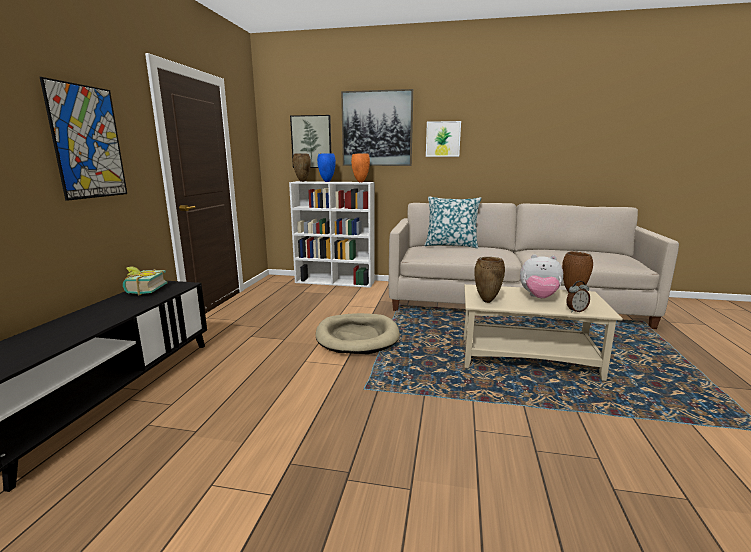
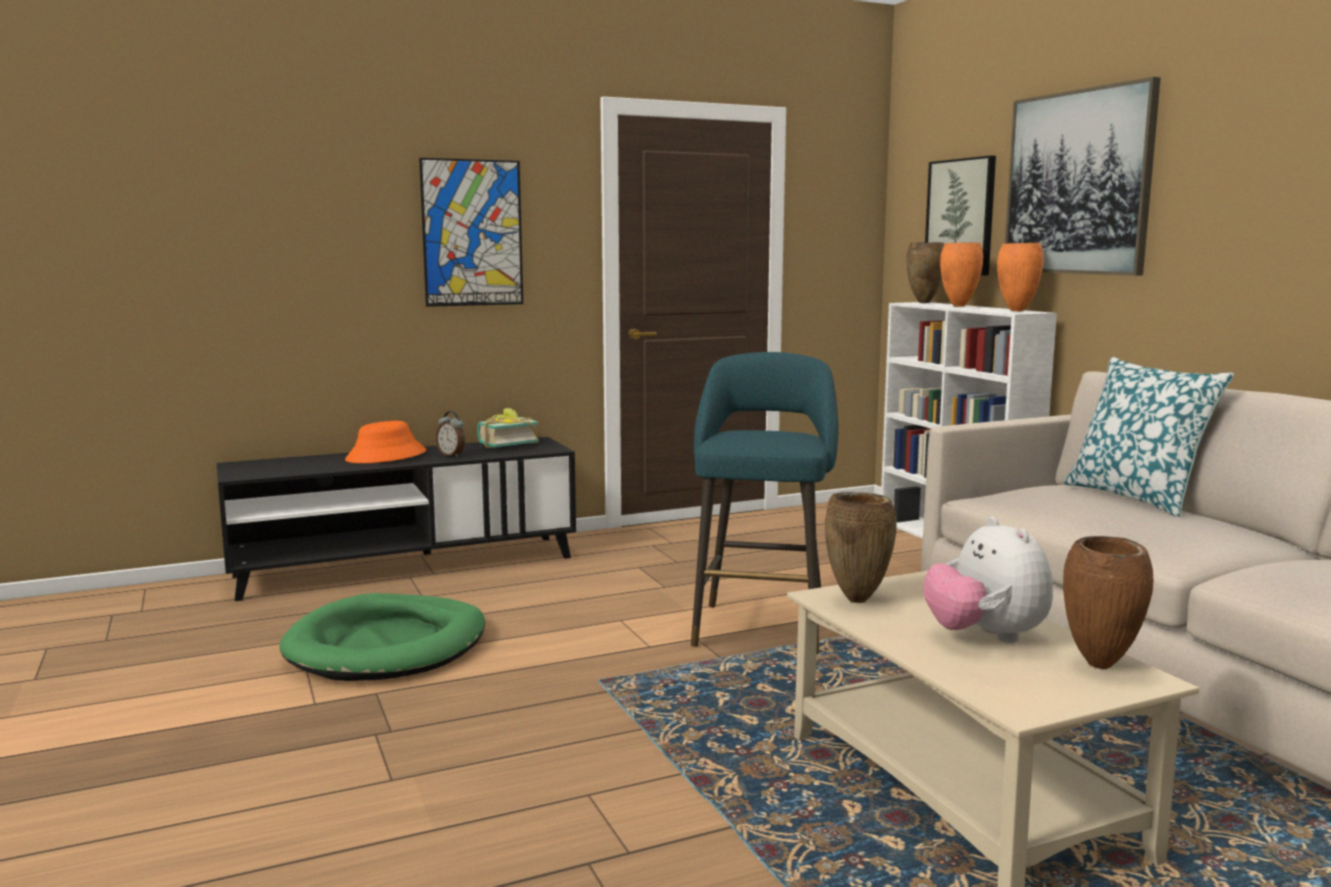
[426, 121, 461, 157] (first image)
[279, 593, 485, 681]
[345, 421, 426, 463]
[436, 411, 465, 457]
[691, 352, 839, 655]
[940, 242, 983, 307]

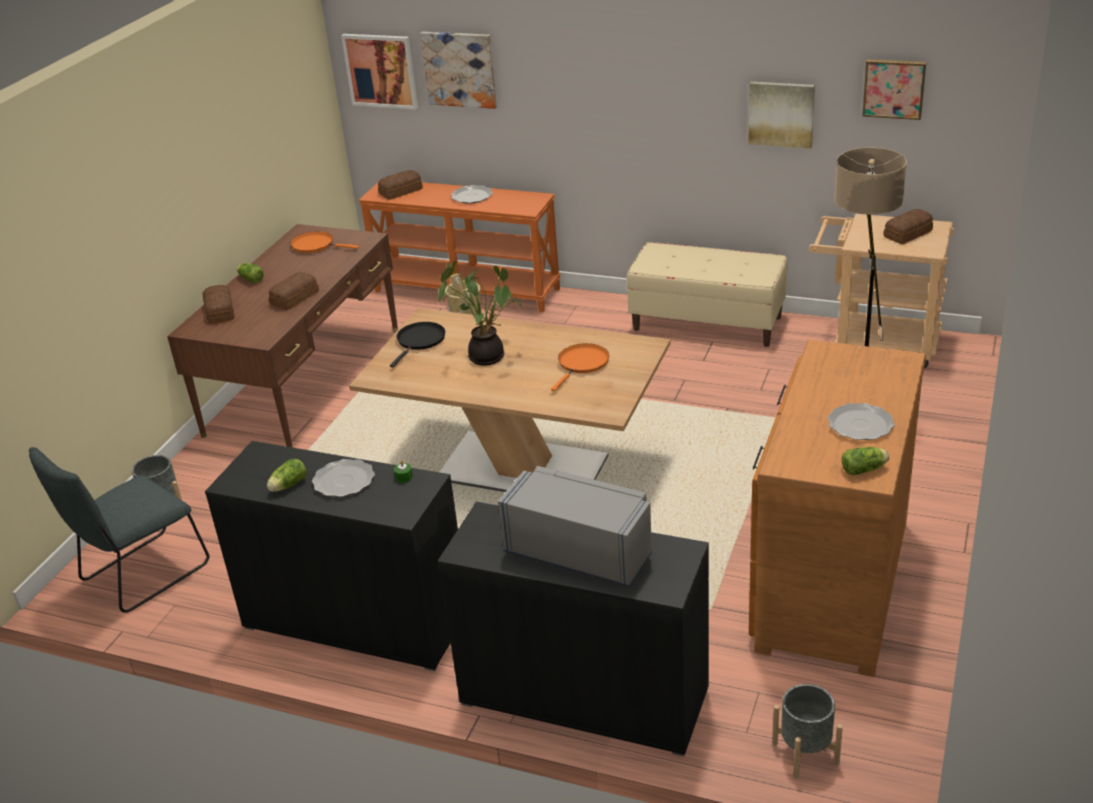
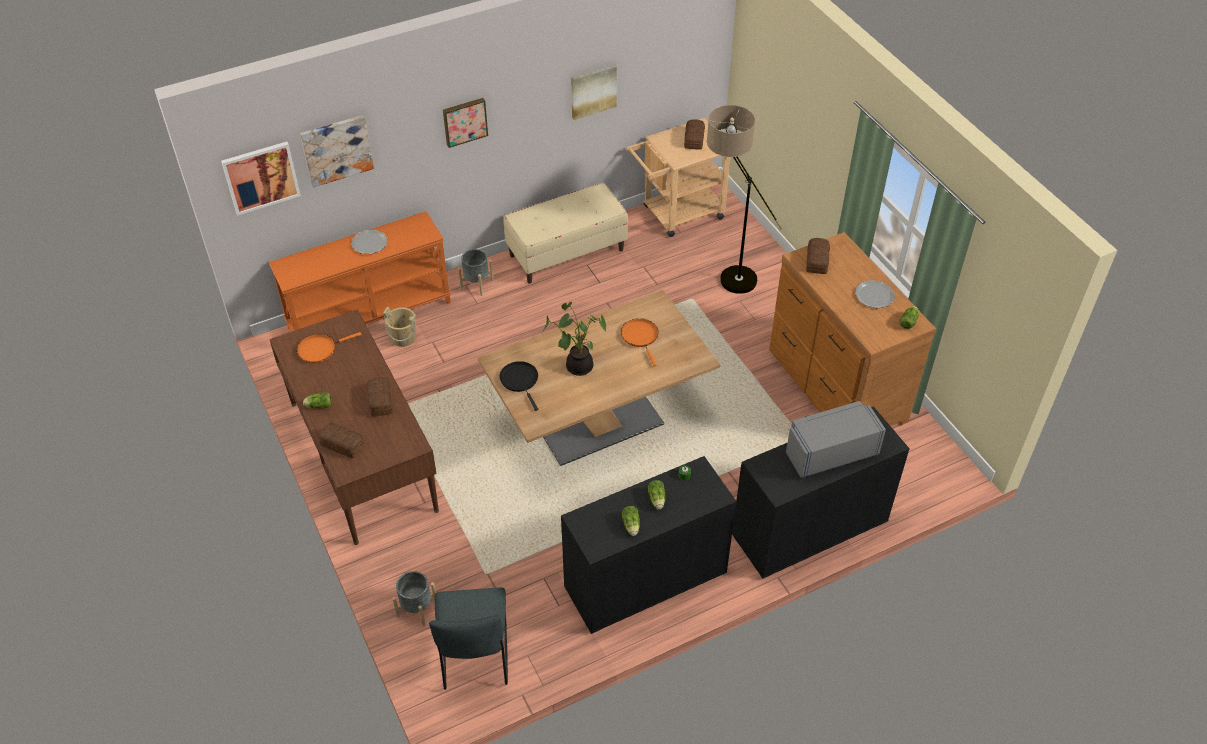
[806, 238, 830, 274]
[458, 249, 494, 296]
[443, 98, 488, 148]
[648, 480, 665, 510]

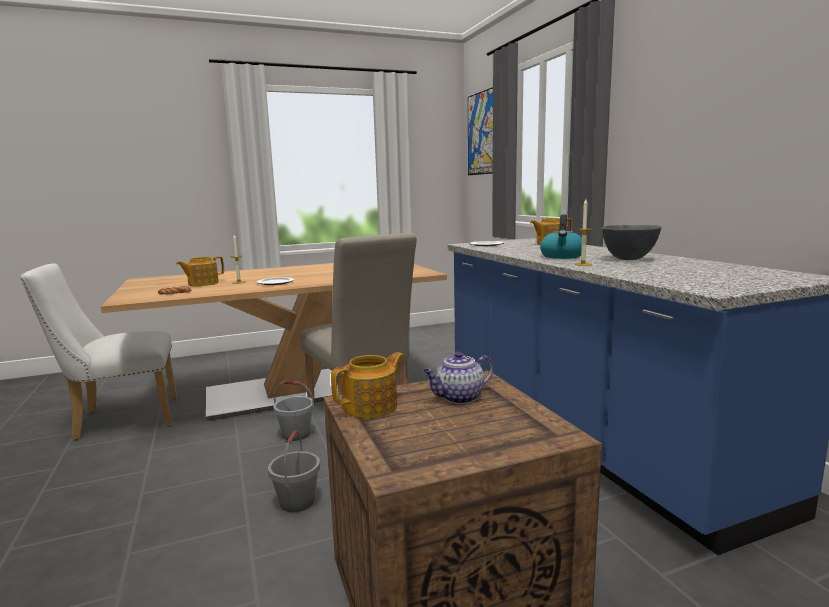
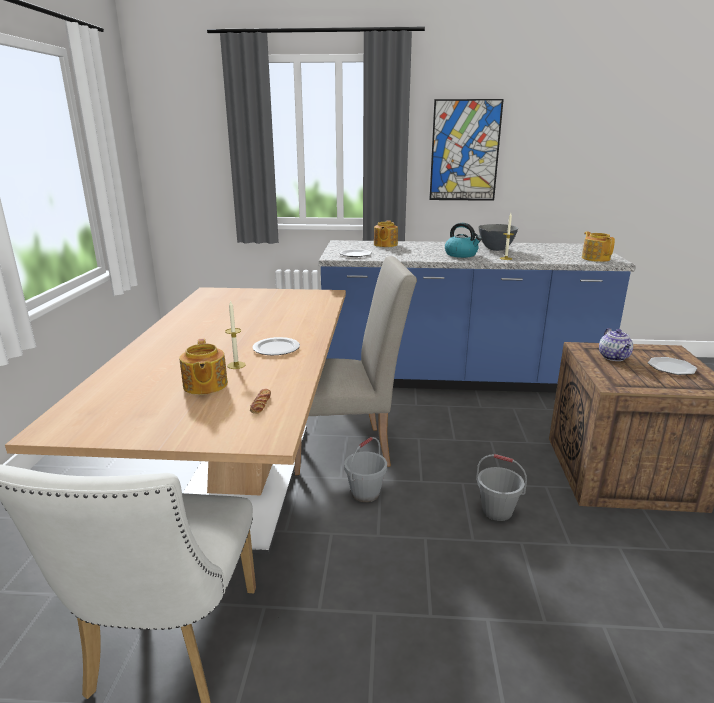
[648, 357, 697, 375]
[582, 232, 615, 262]
[429, 99, 504, 201]

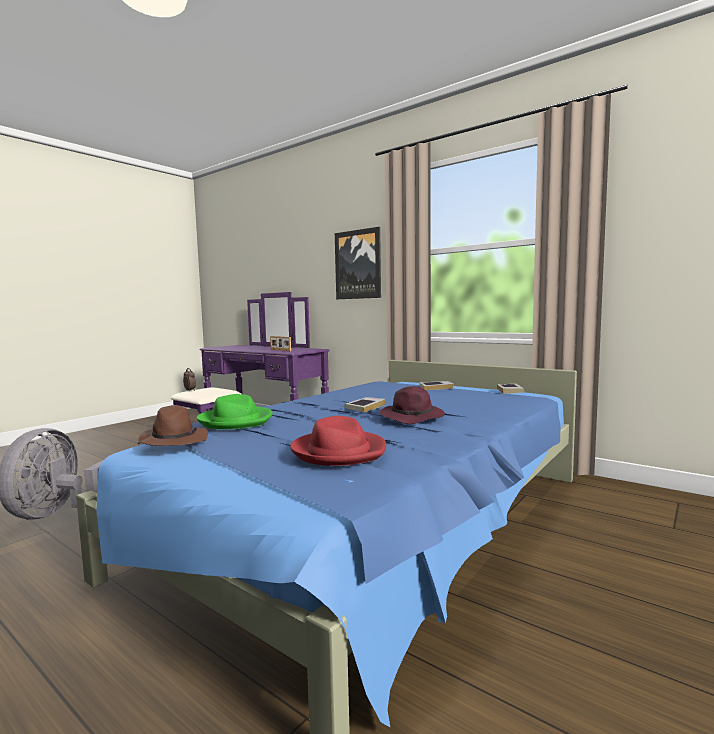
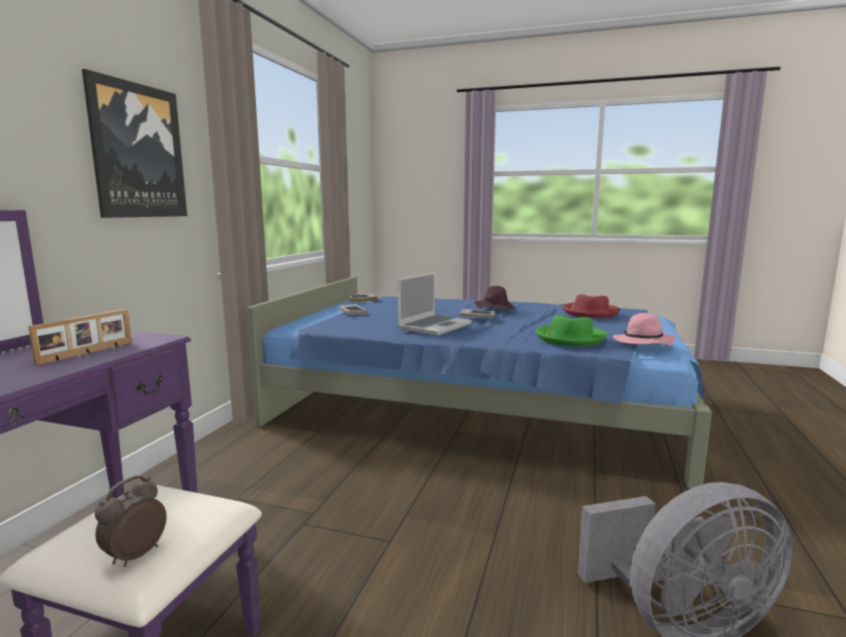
[398, 272, 472, 336]
[613, 313, 676, 346]

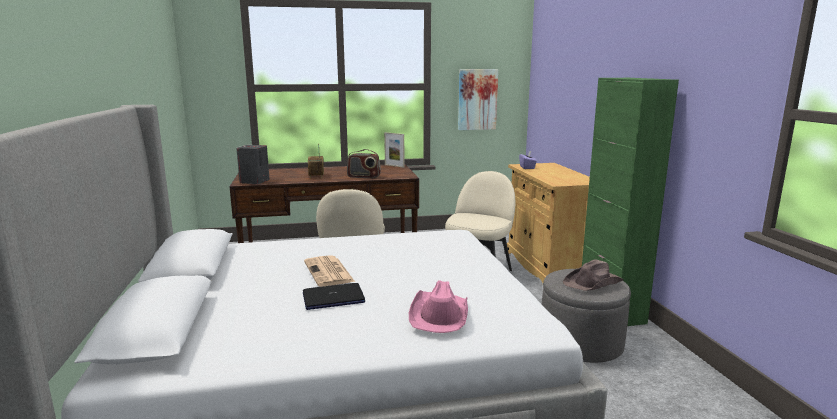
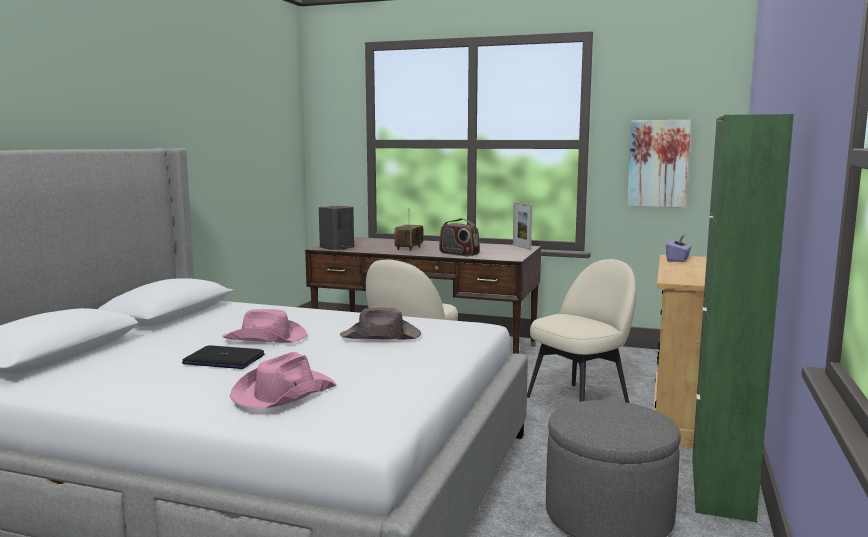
[340, 307, 421, 340]
[222, 309, 307, 343]

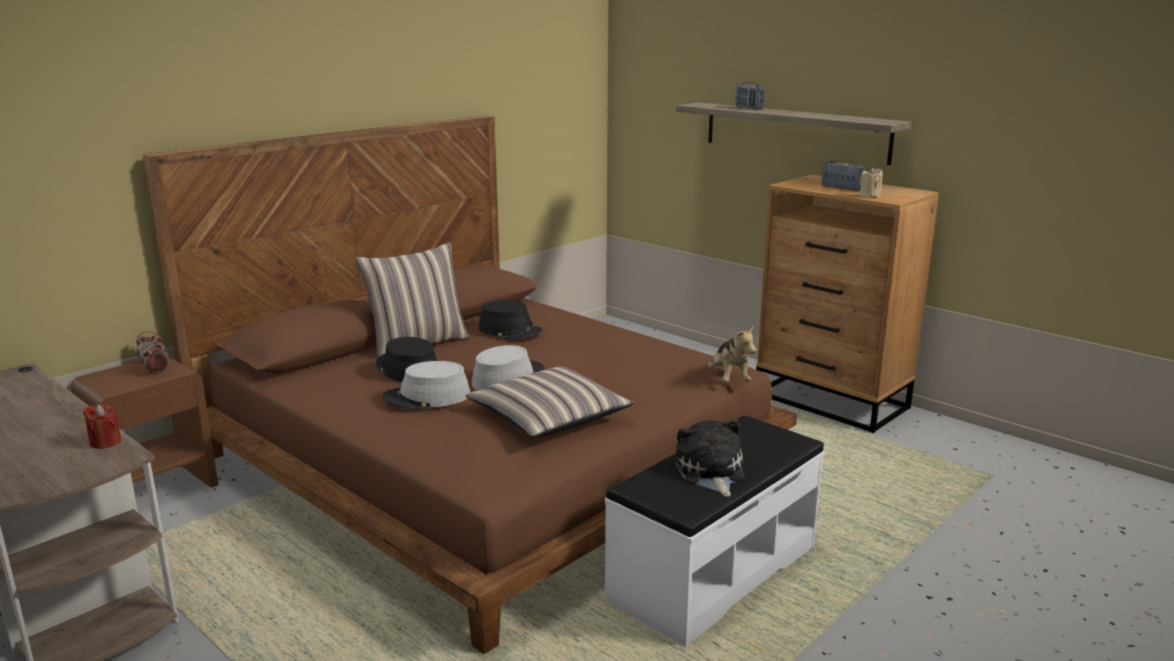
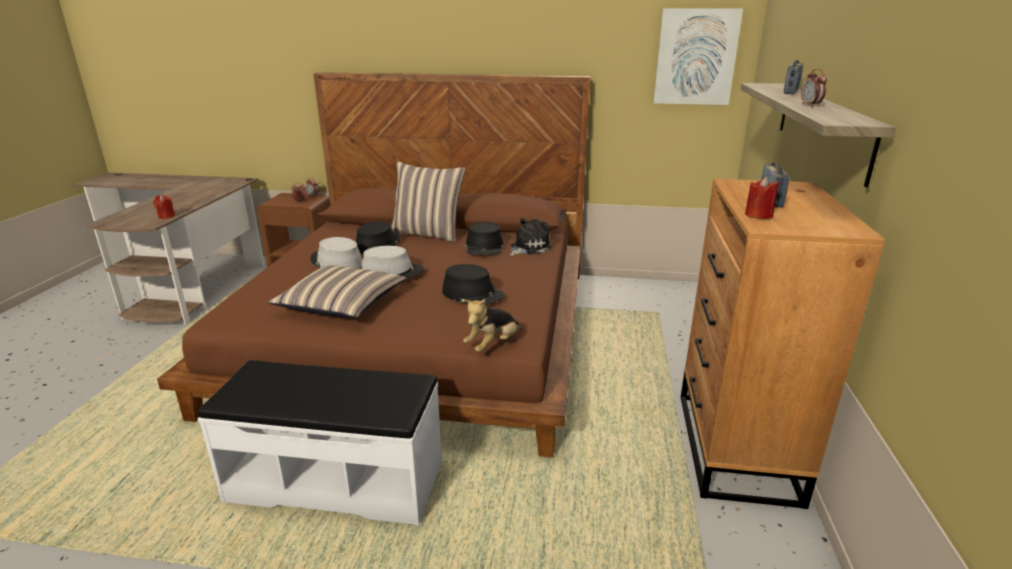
[442, 264, 505, 305]
[653, 8, 743, 105]
[801, 69, 827, 107]
[510, 218, 552, 256]
[745, 177, 779, 219]

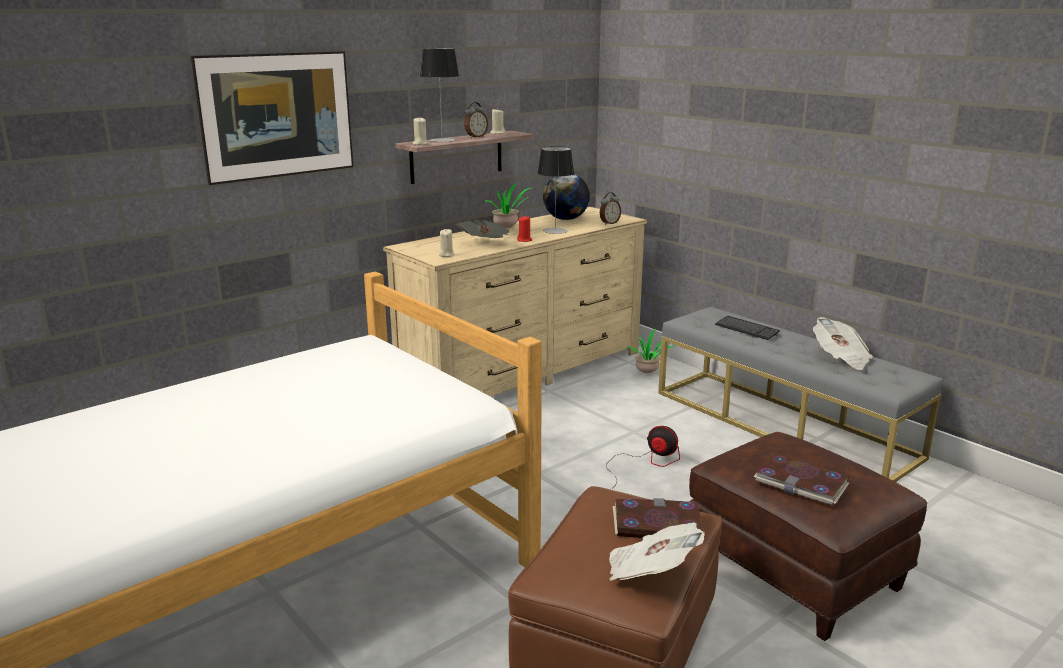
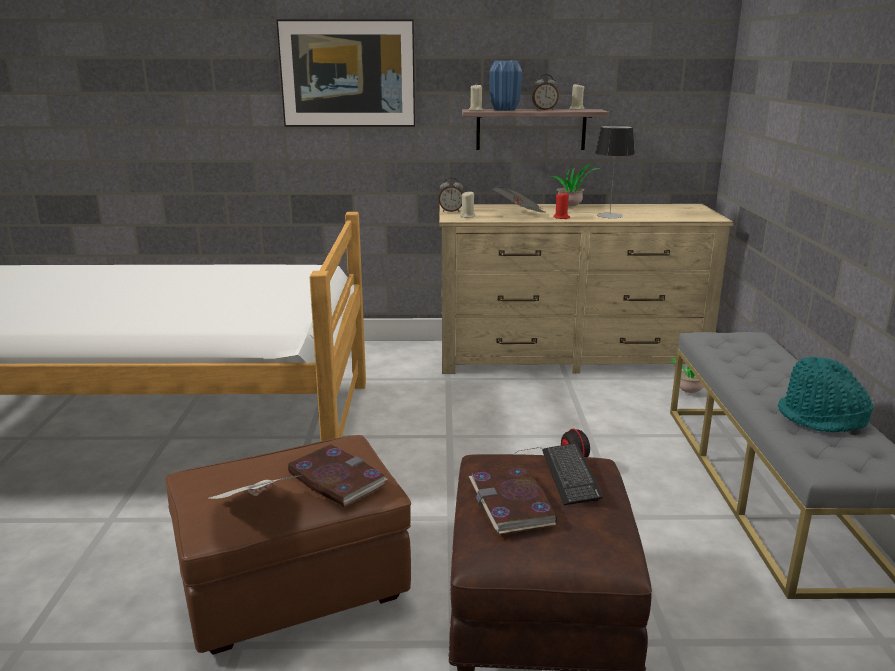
[543, 174, 590, 220] (first image)
[439, 177, 463, 212]
[542, 443, 603, 505]
[489, 60, 522, 111]
[778, 357, 873, 432]

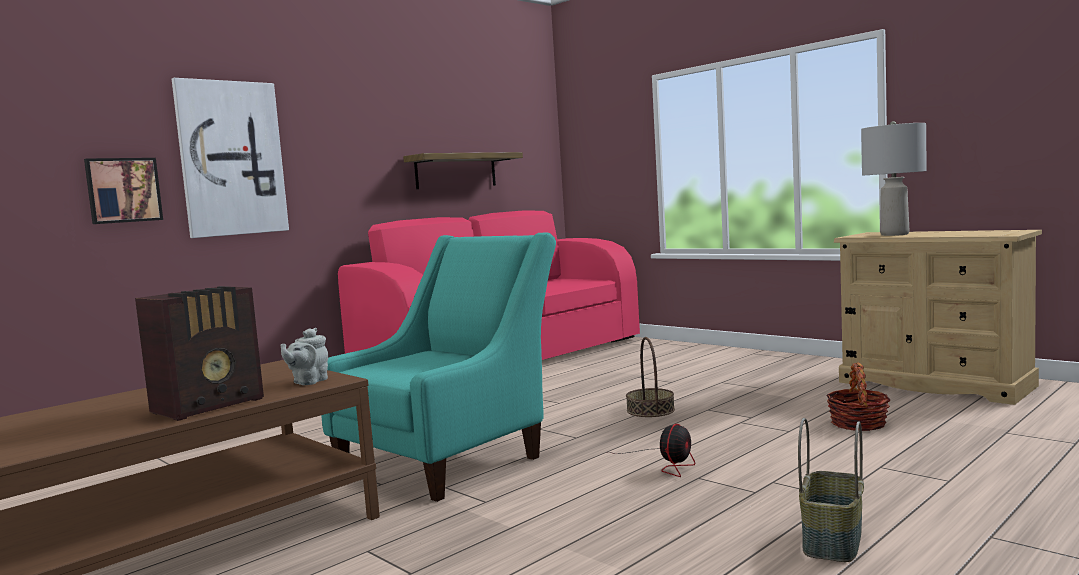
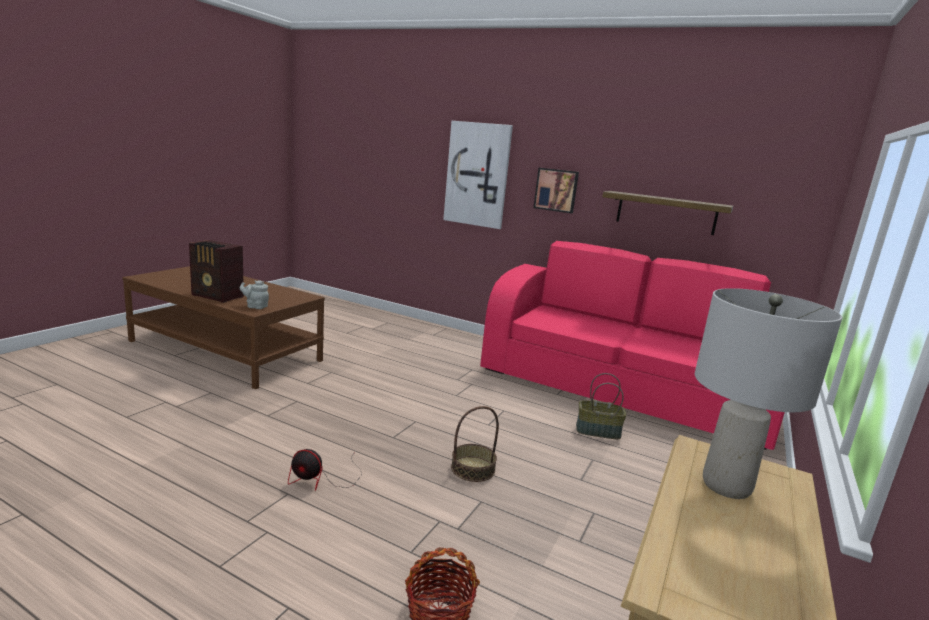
[321, 233, 556, 502] (first image)
[533, 168, 579, 213]
[576, 373, 627, 439]

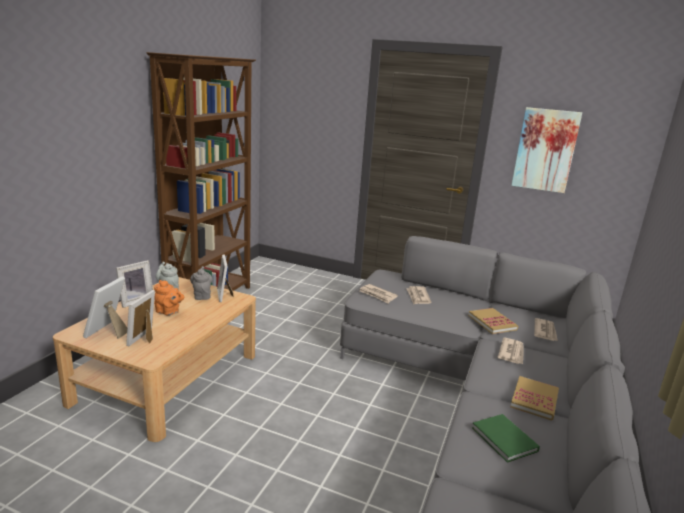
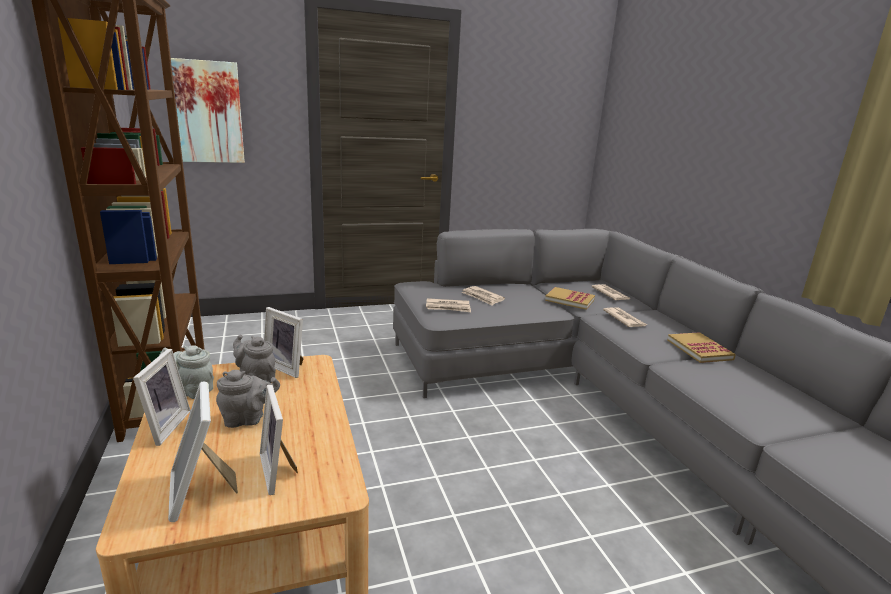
[472, 414, 540, 463] (first image)
[171, 58, 245, 163]
[216, 370, 280, 428]

